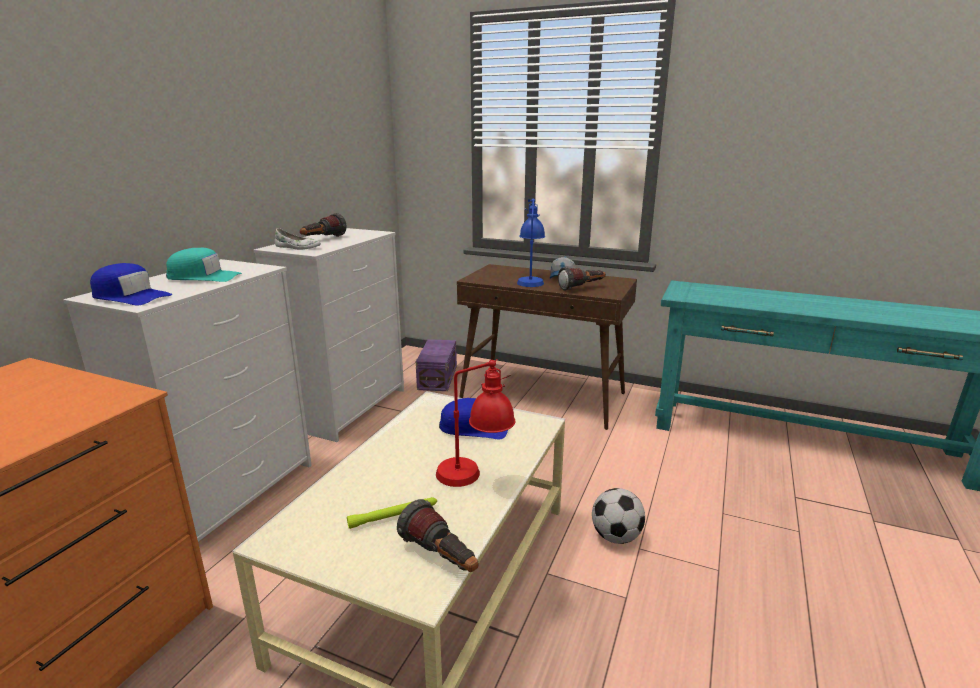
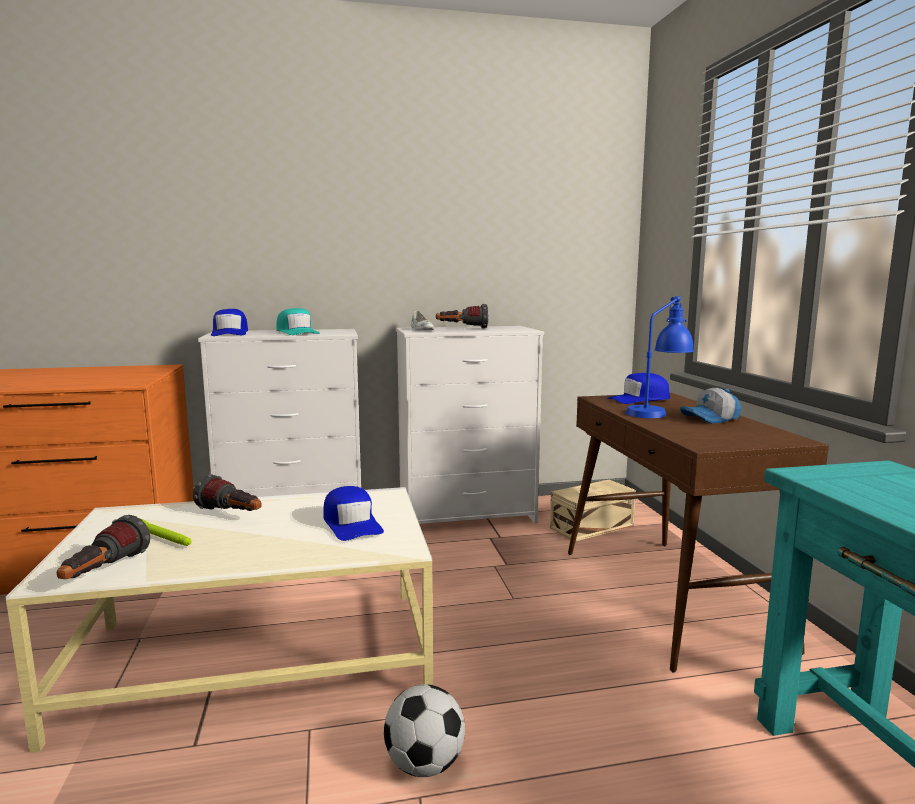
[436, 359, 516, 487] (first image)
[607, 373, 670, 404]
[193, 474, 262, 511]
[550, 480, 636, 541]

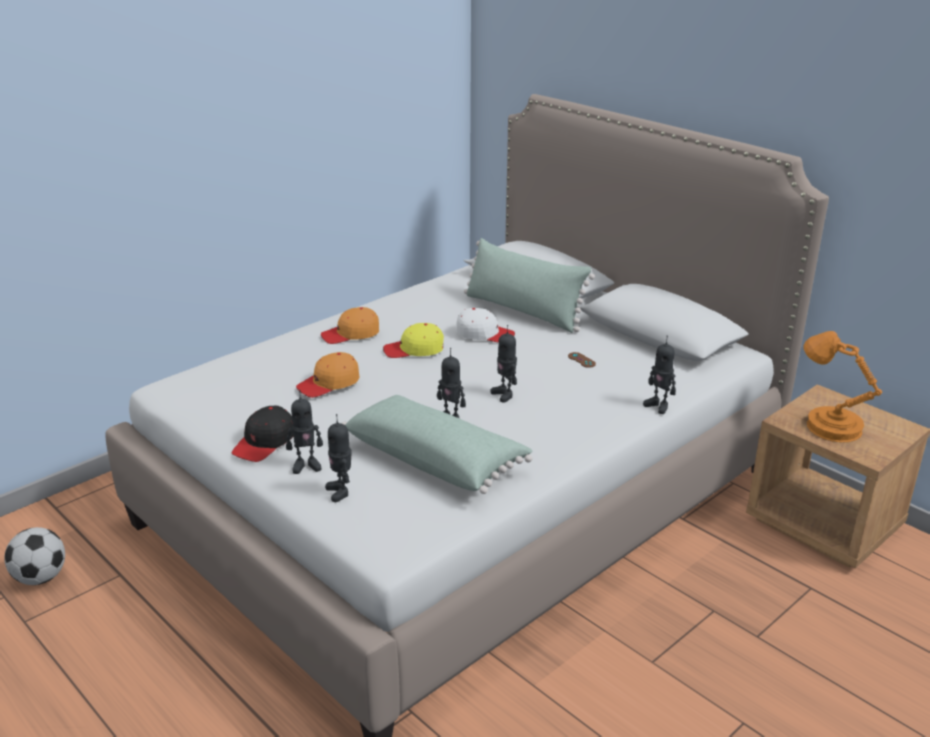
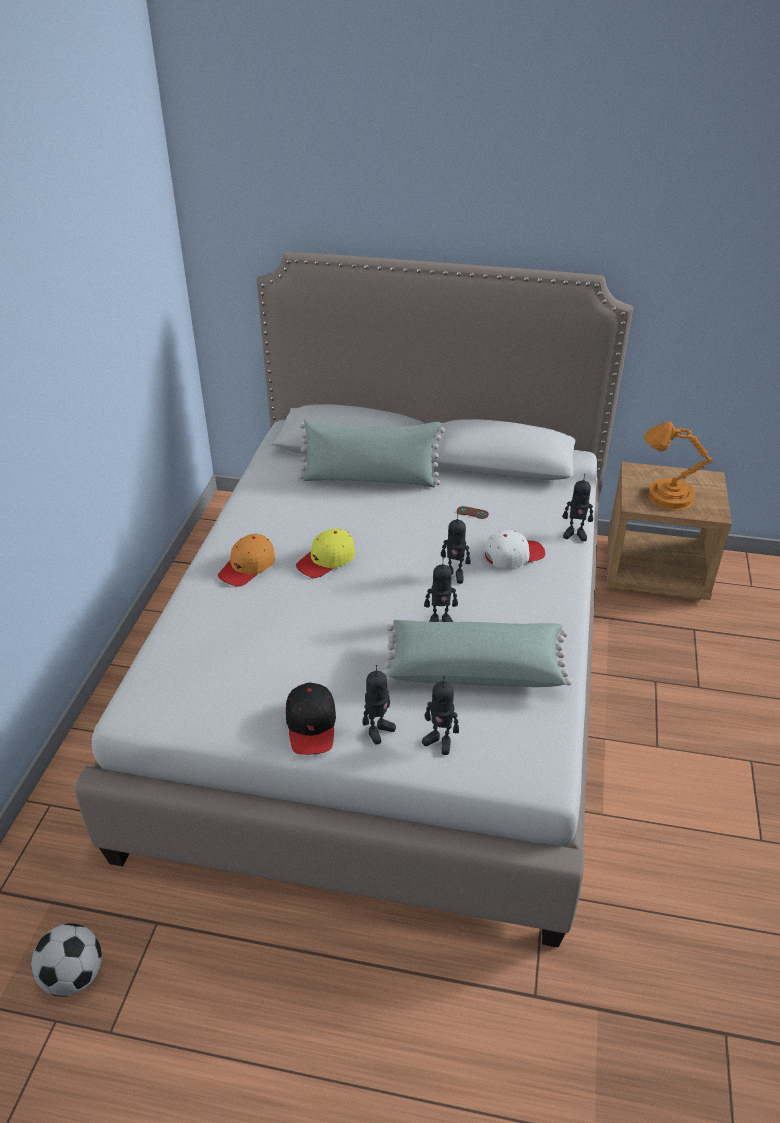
[296, 352, 359, 398] (first image)
[485, 530, 545, 569]

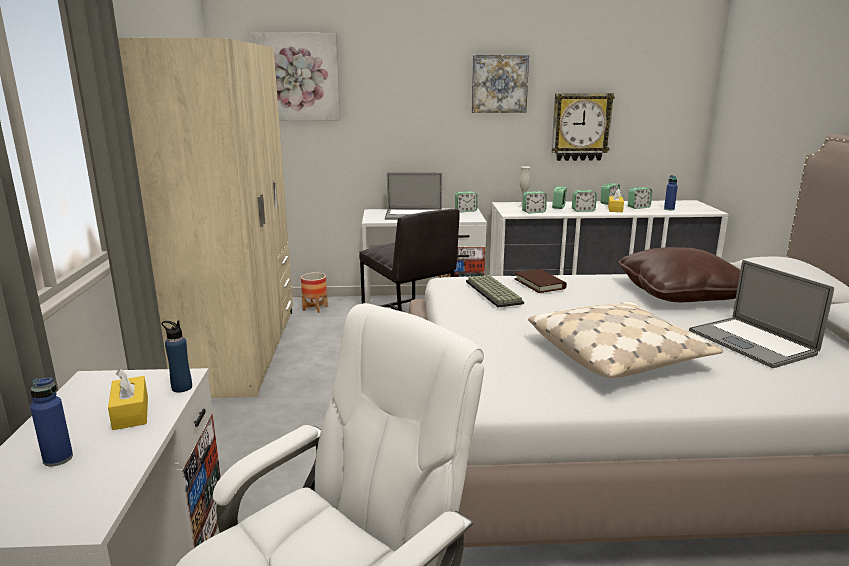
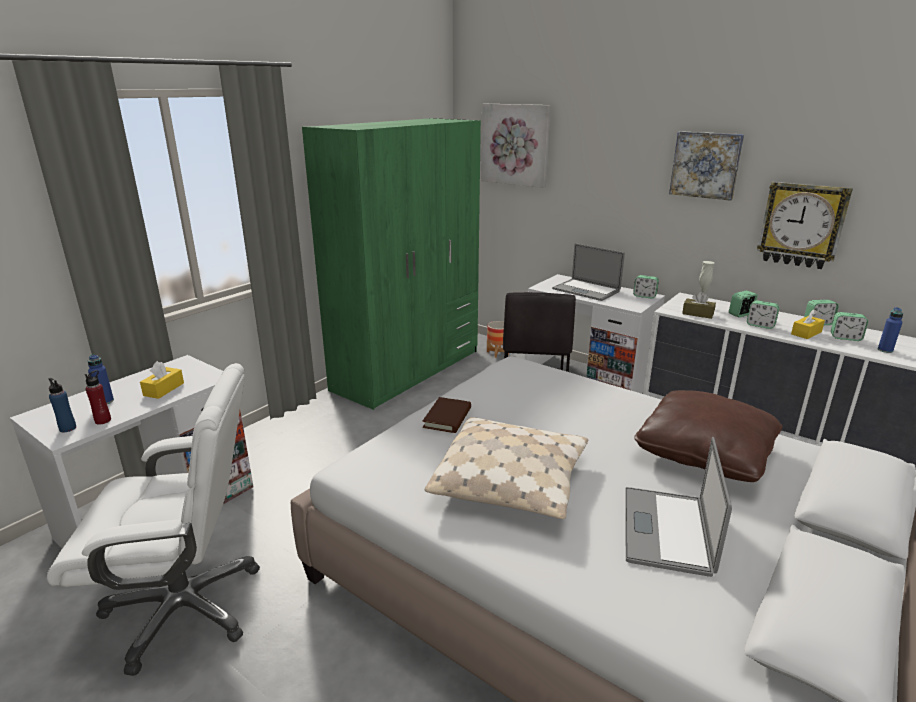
[466, 275, 524, 307] (first image)
[85, 370, 111, 424]
[48, 378, 76, 432]
[423, 397, 471, 433]
[682, 292, 716, 319]
[302, 118, 481, 410]

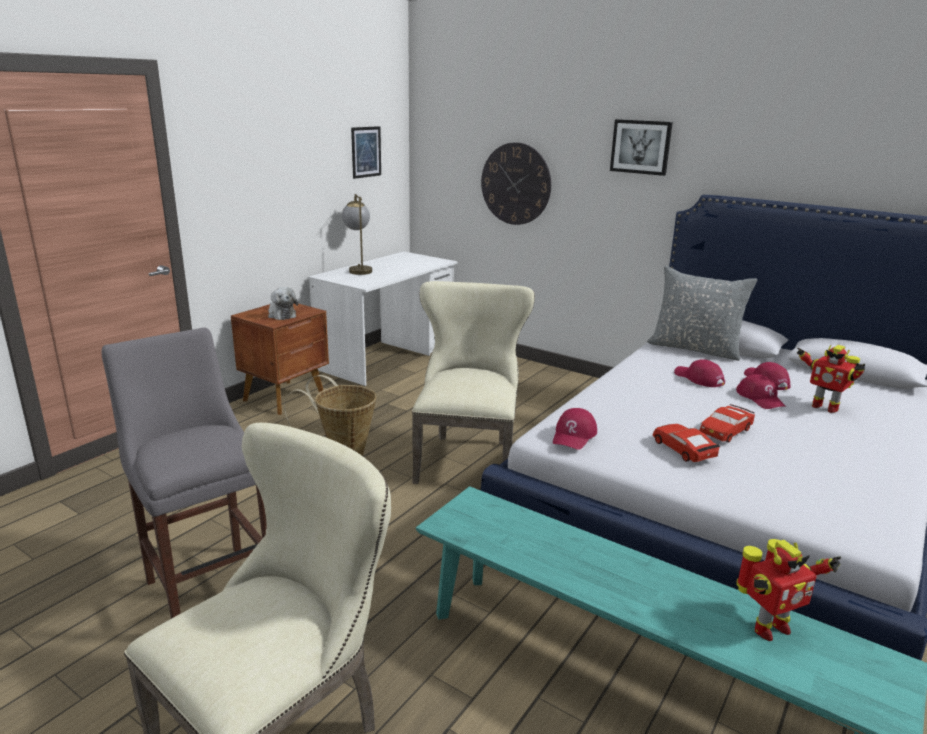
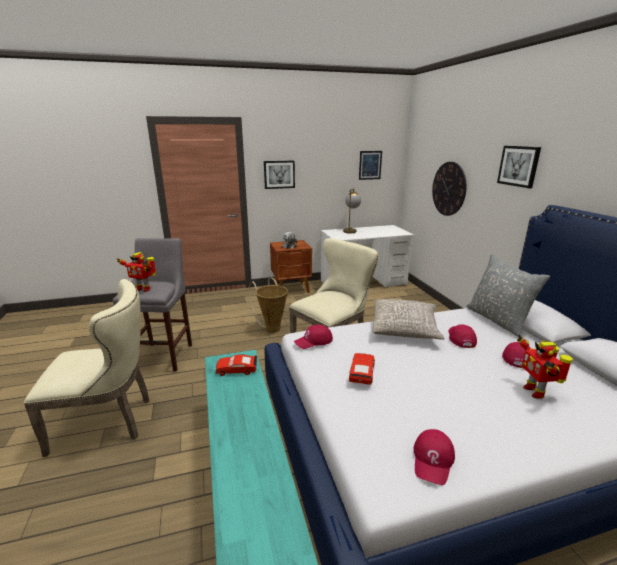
[264, 161, 295, 189]
[372, 299, 445, 340]
[216, 354, 258, 376]
[414, 429, 455, 485]
[117, 252, 156, 292]

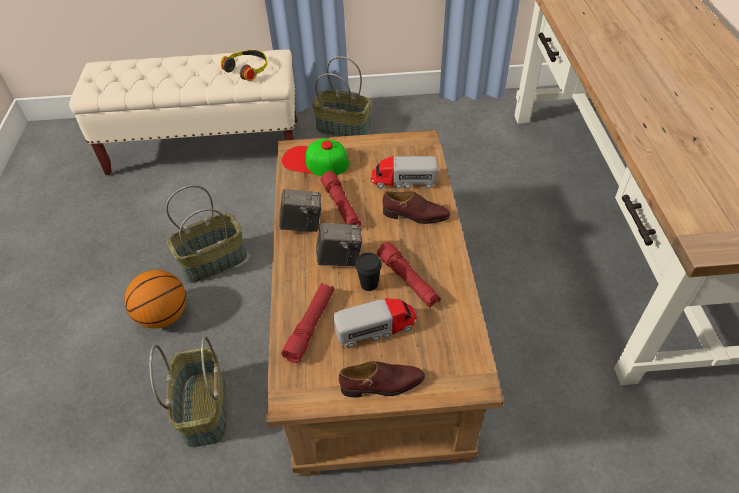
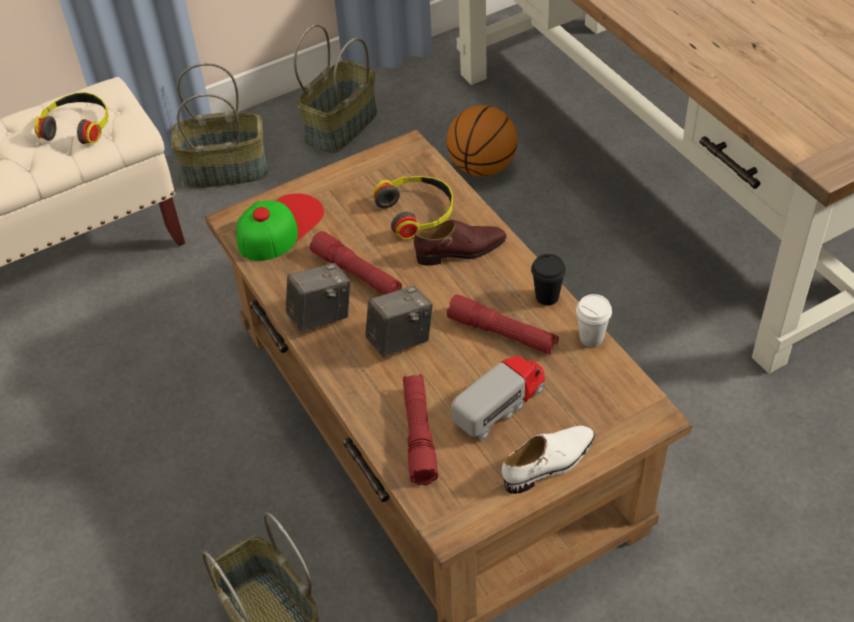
[576, 294, 612, 347]
[447, 105, 517, 177]
[294, 24, 377, 153]
[531, 254, 566, 305]
[373, 176, 453, 240]
[502, 426, 595, 494]
[236, 193, 324, 261]

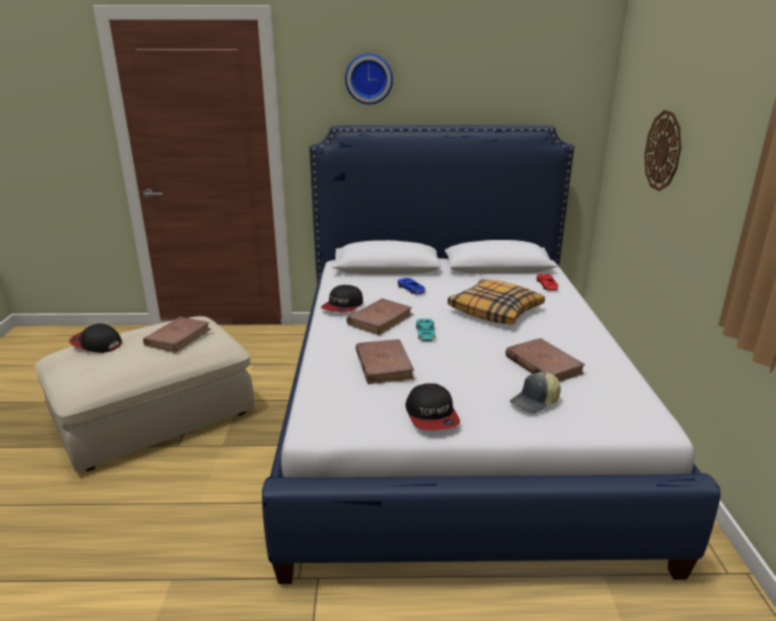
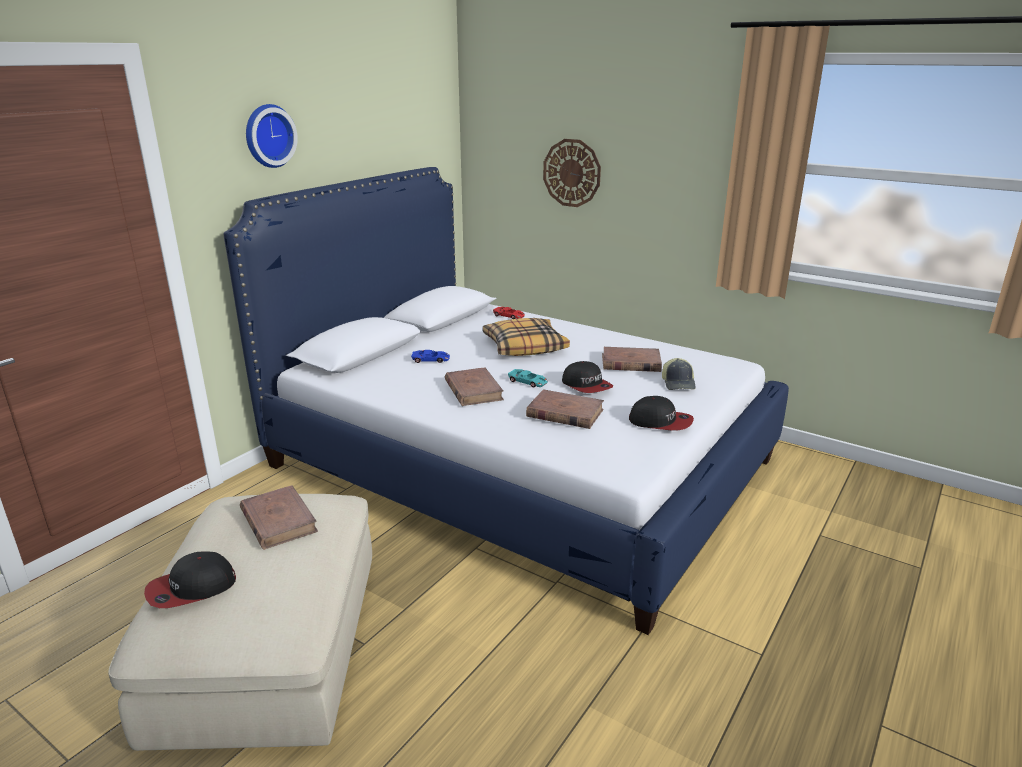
[562, 361, 613, 393]

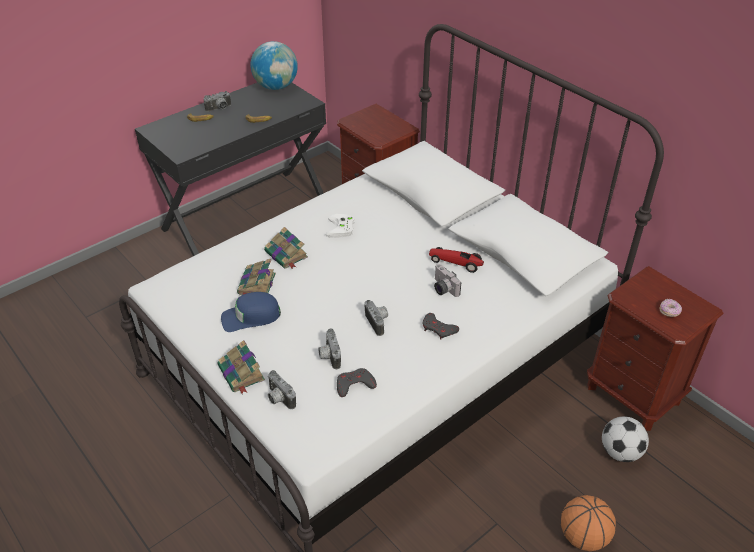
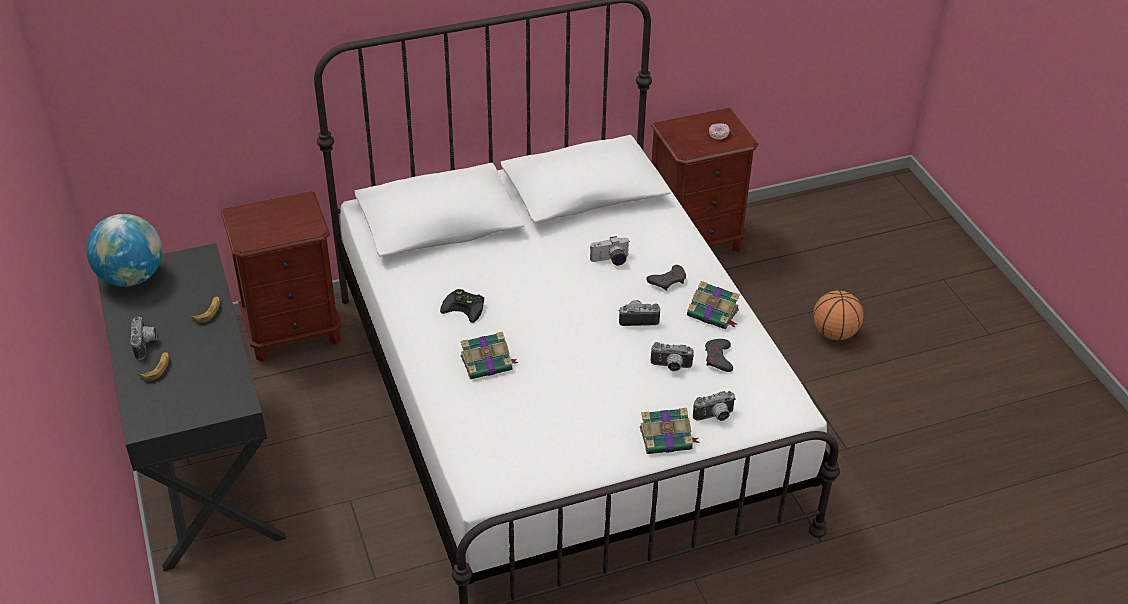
[221, 292, 281, 332] (first image)
[429, 247, 484, 273] (first image)
[602, 416, 649, 462] (first image)
[687, 281, 740, 329]
[440, 289, 484, 323]

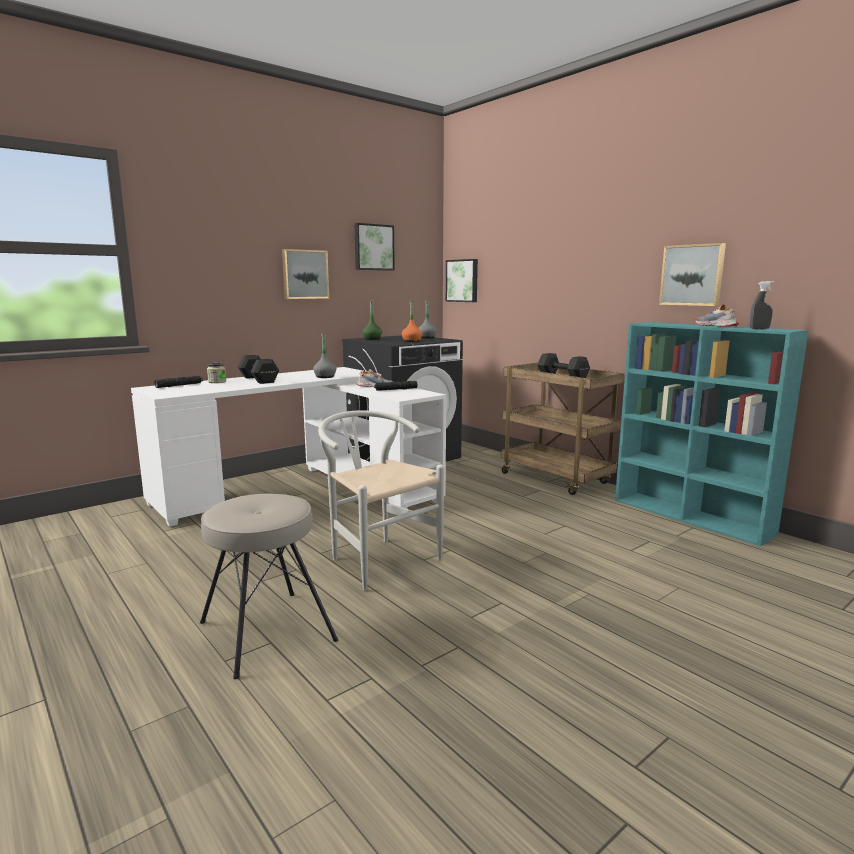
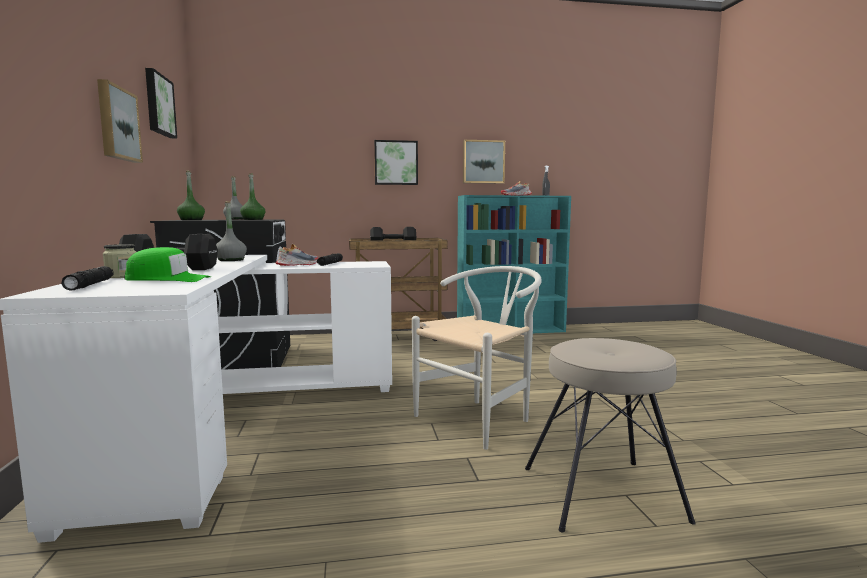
[124, 247, 211, 282]
[374, 140, 418, 185]
[240, 173, 265, 220]
[412, 266, 542, 450]

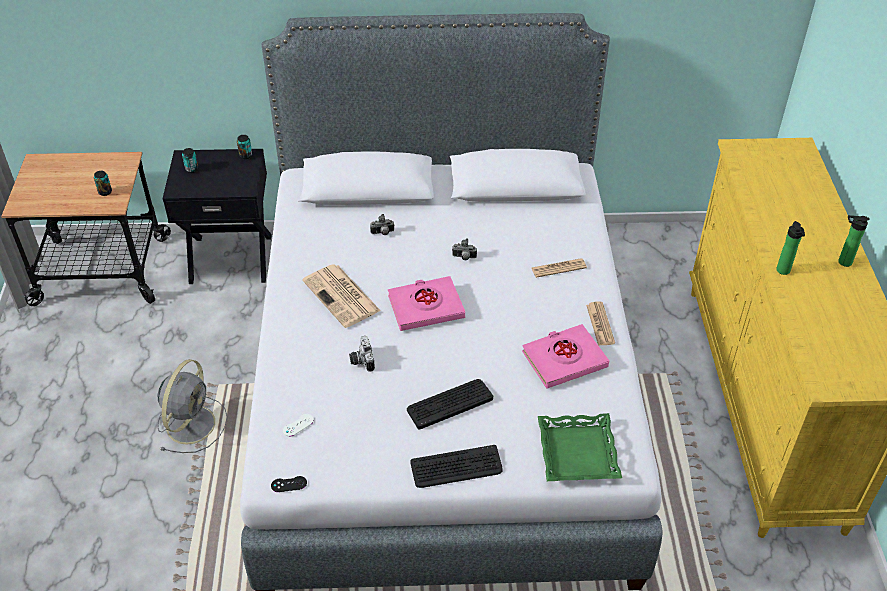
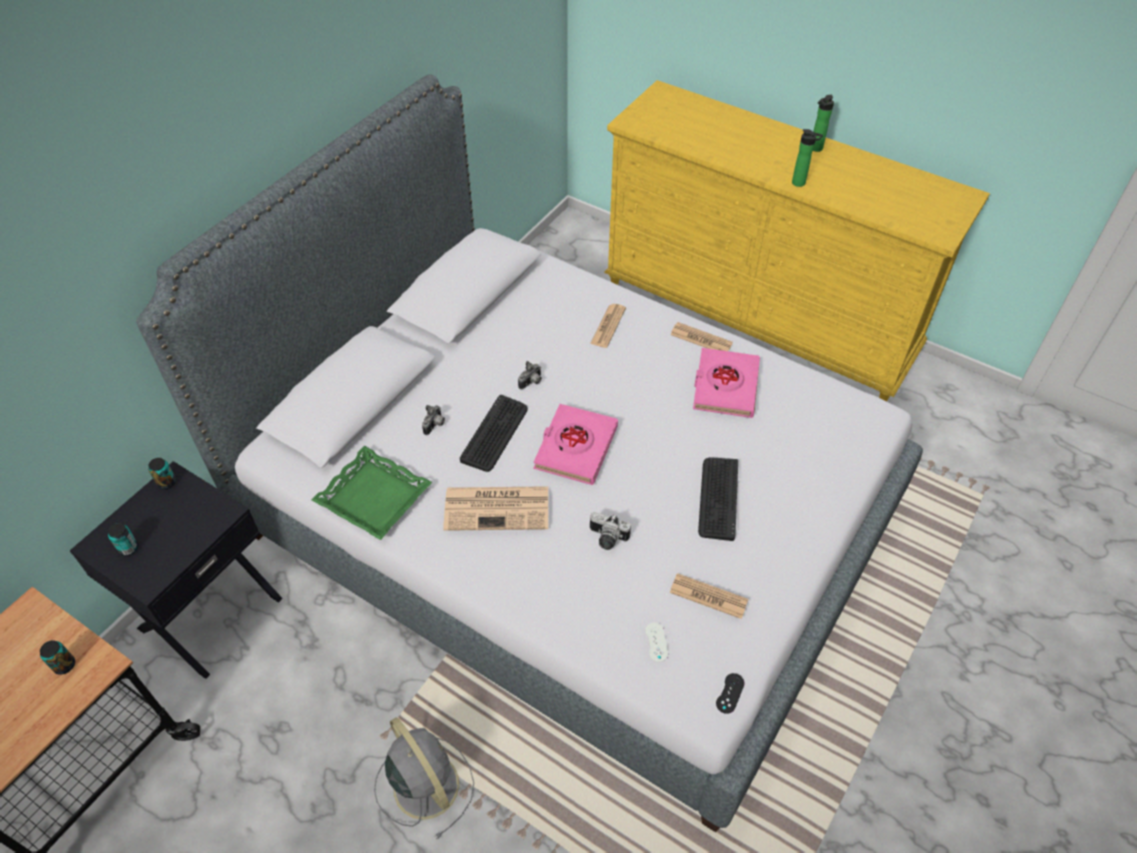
[670, 573, 748, 619]
[460, 395, 528, 472]
[312, 446, 432, 540]

